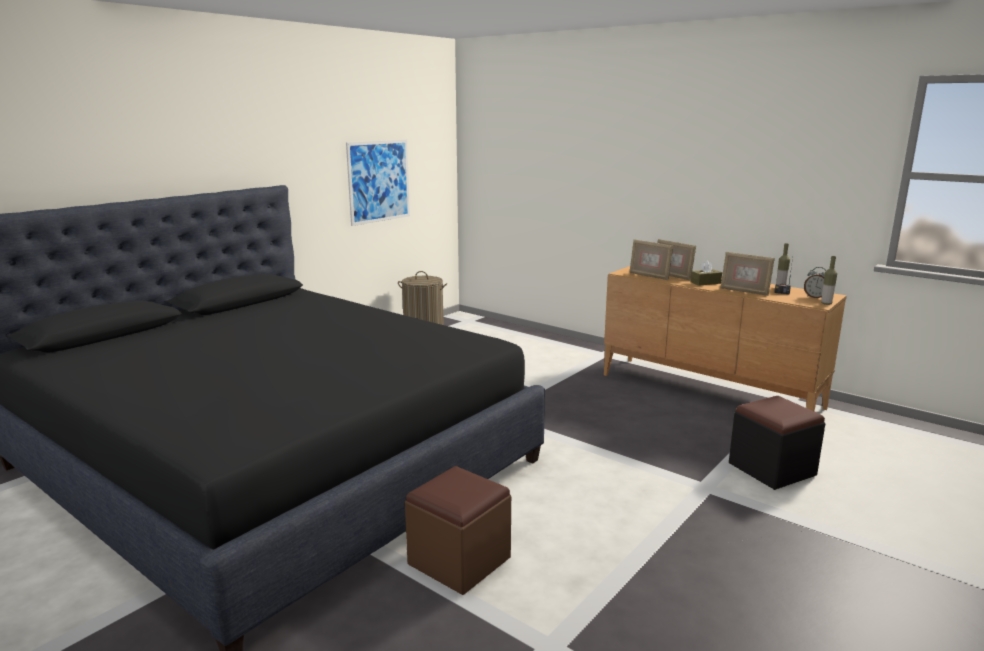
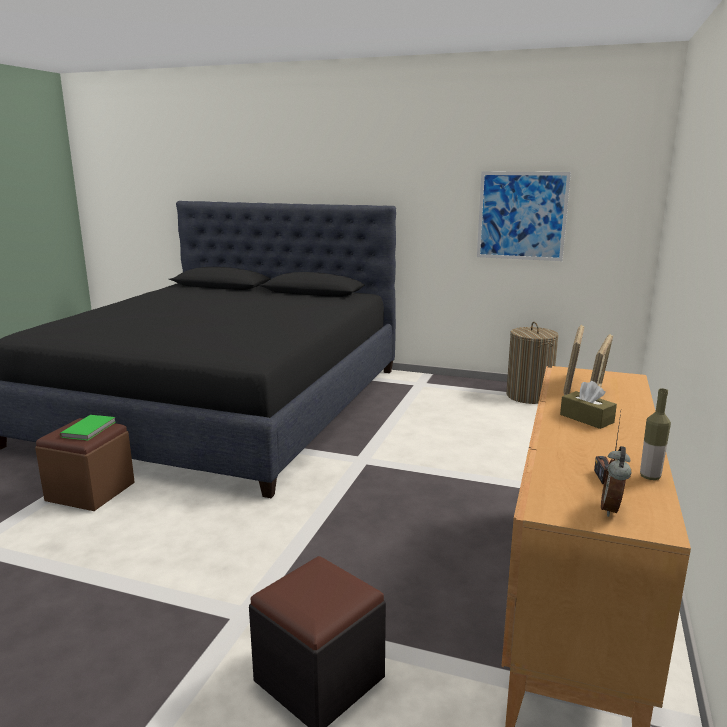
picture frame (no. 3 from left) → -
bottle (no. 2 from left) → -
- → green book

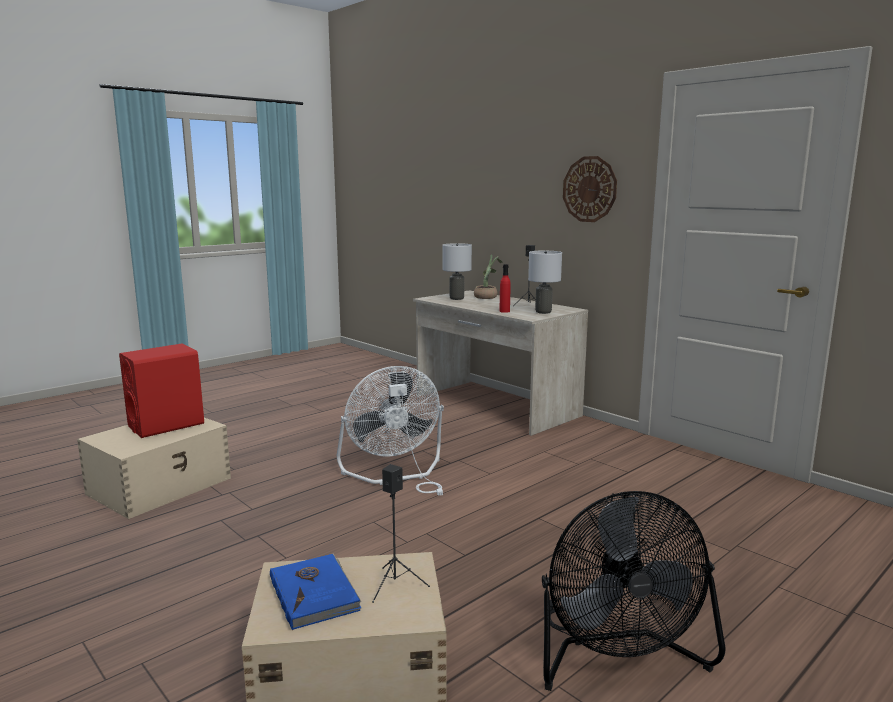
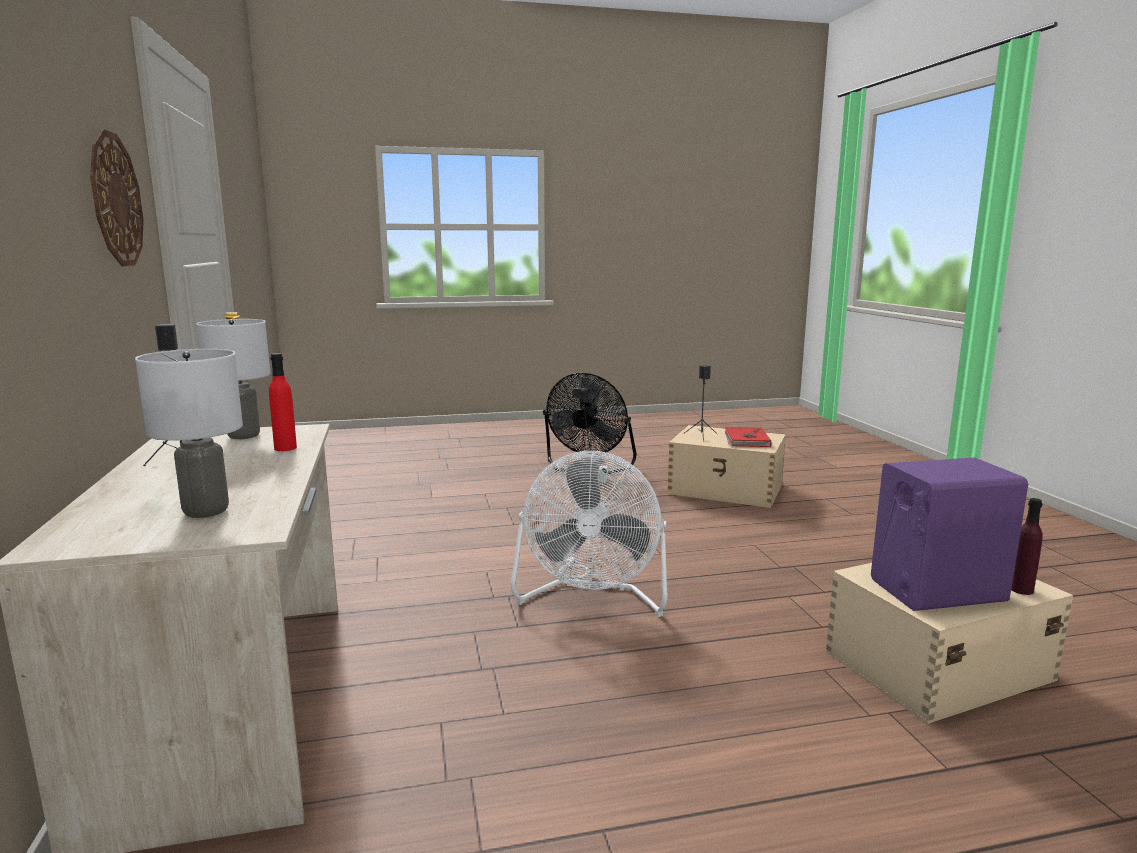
potted plant → -
- → purple bottle
red speaker → purple speaker
blue book → red book

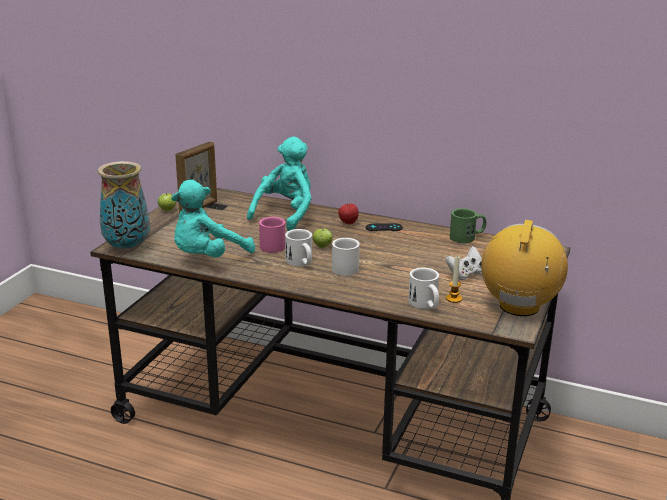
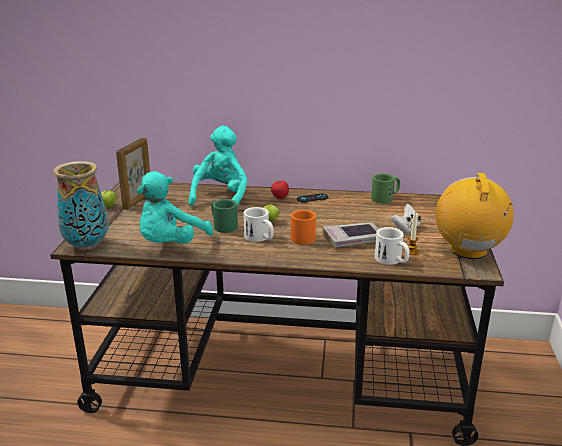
- → book
pink mug → green mug (no. 1 from left)
white mug (no. 2 from left) → orange mug

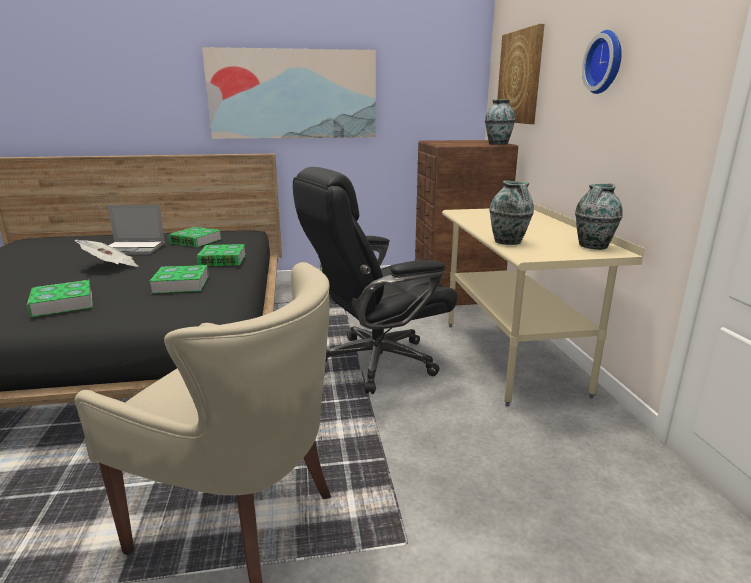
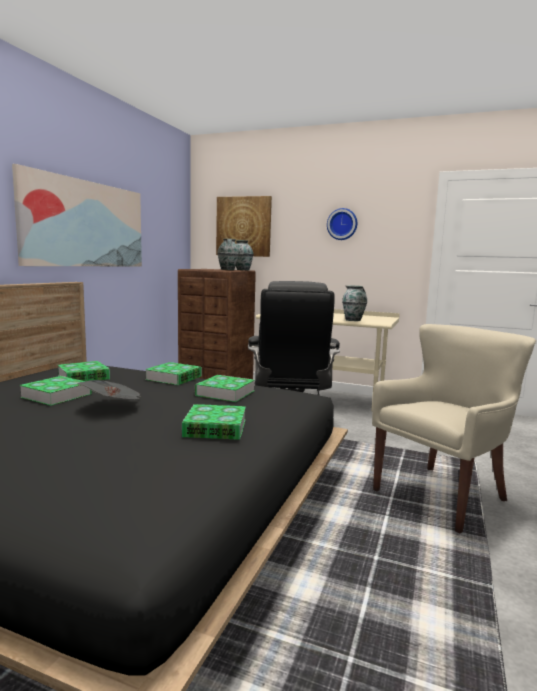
vase (no. 3 from left in the first image) → vase (no. 1 from left), relocated
laptop → book (no. 1 from left)

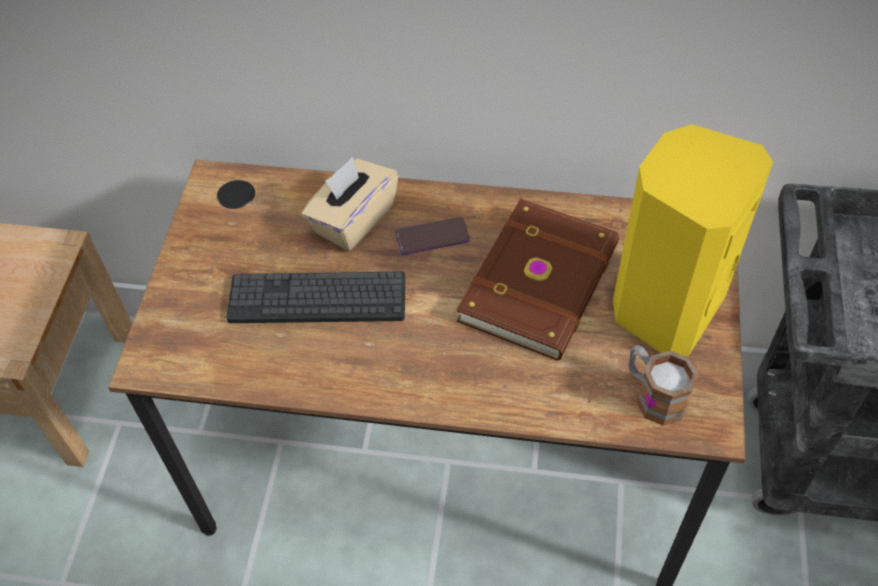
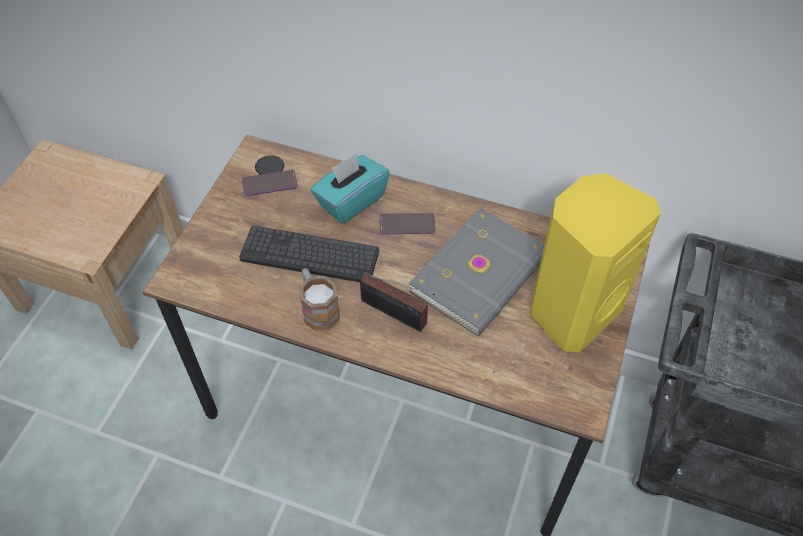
- → phone (no. 1 from left)
- → radio
mug, relocated
beige tissue box → turquoise tissue box
brown book → grey book

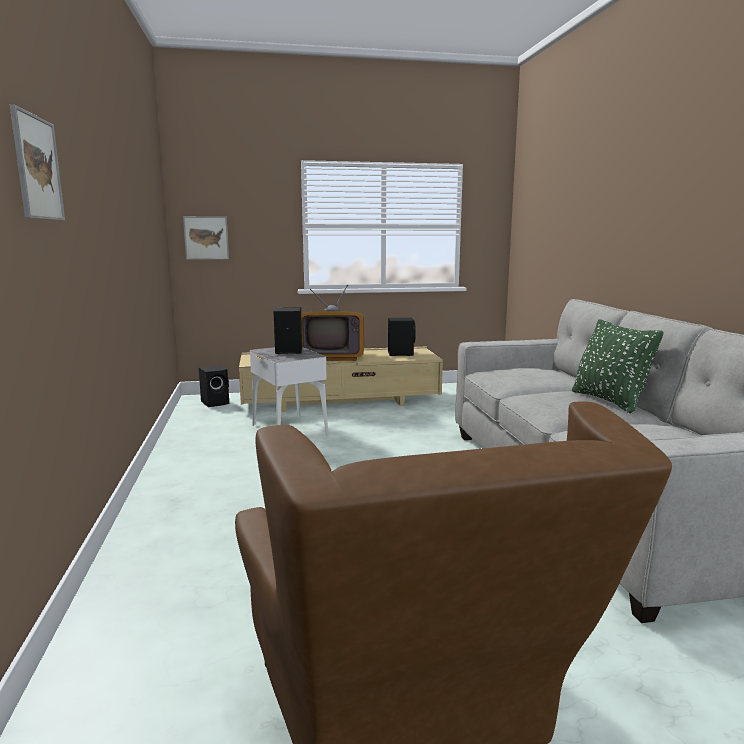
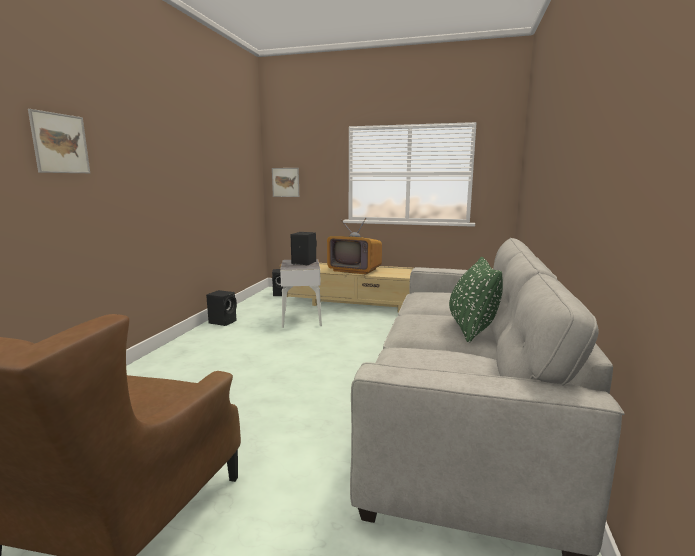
black speaker (no. 3 from left in the first image) → black speaker (no. 1 from left), relocated

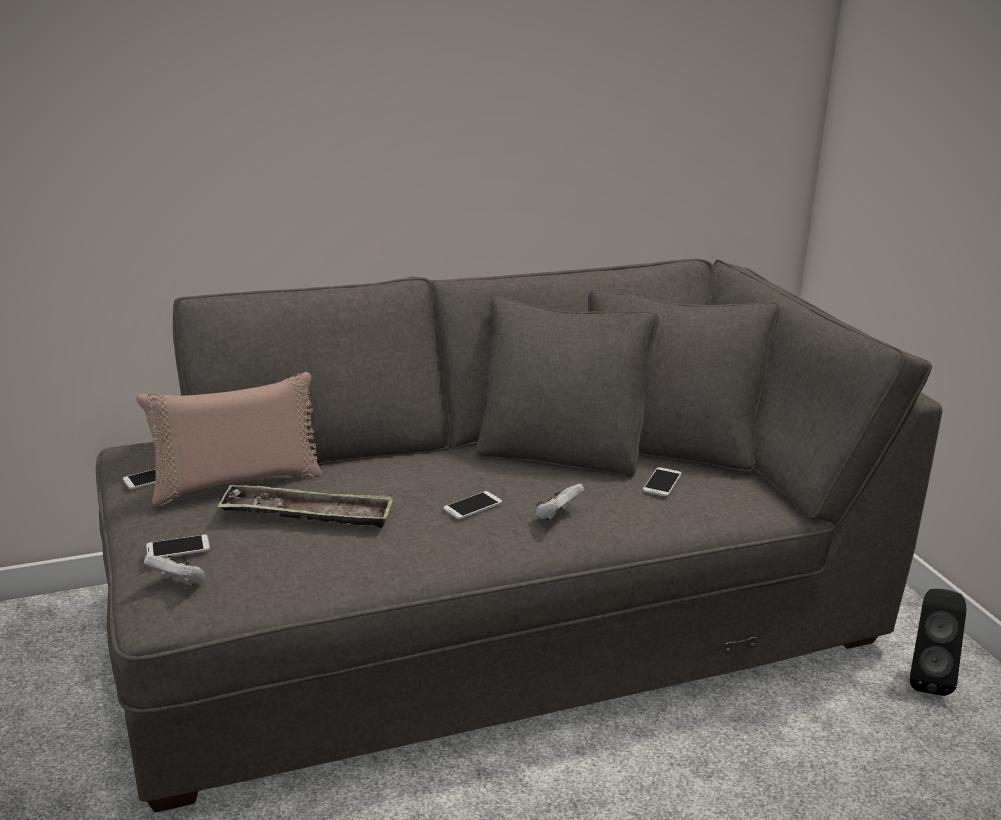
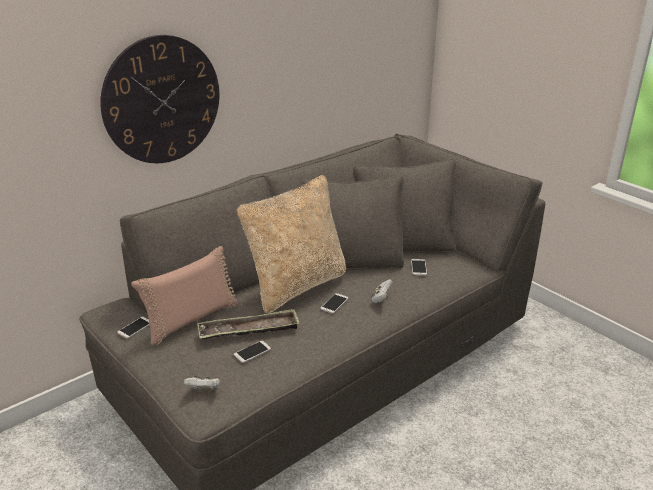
black speaker → -
- → wall clock
- → beige pillow (no. 2 from left)
phone (no. 2 from left), relocated

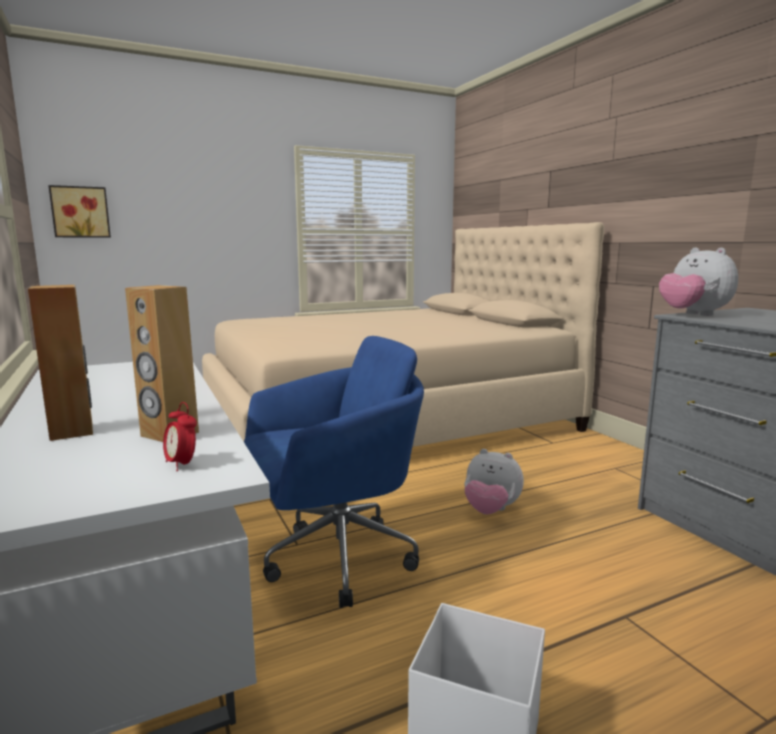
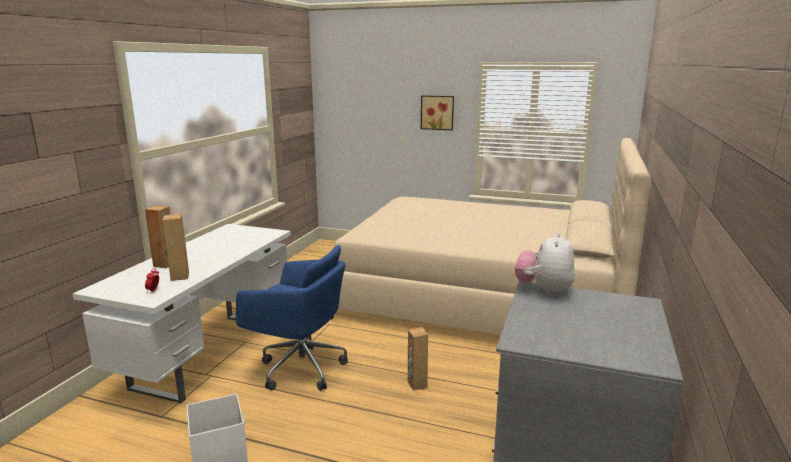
picture, relocated
plush toy (no. 1 from left) → brown speaker (no. 3 from left)

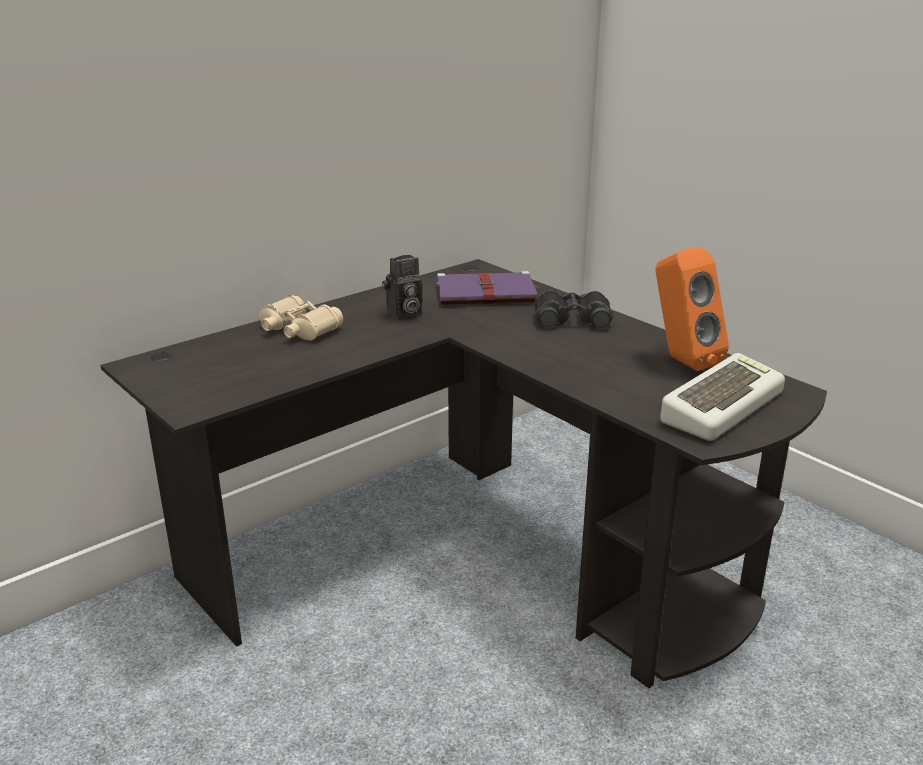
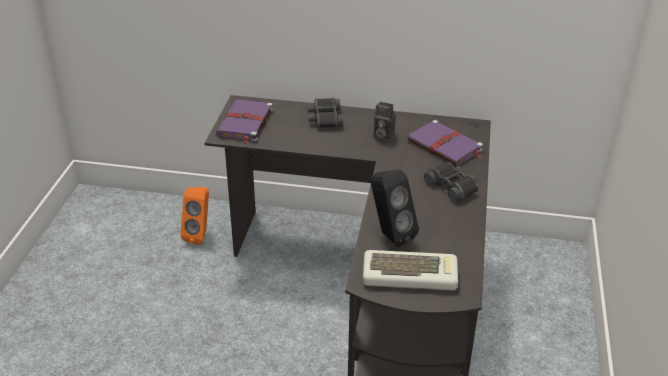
- → purple book (no. 1 from left)
- → black speaker
orange speaker, relocated
beige binoculars → black binoculars (no. 1 from left)

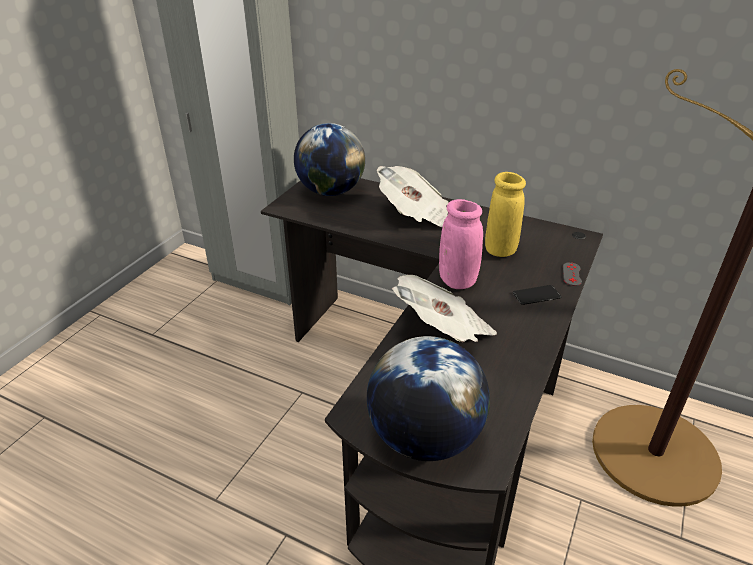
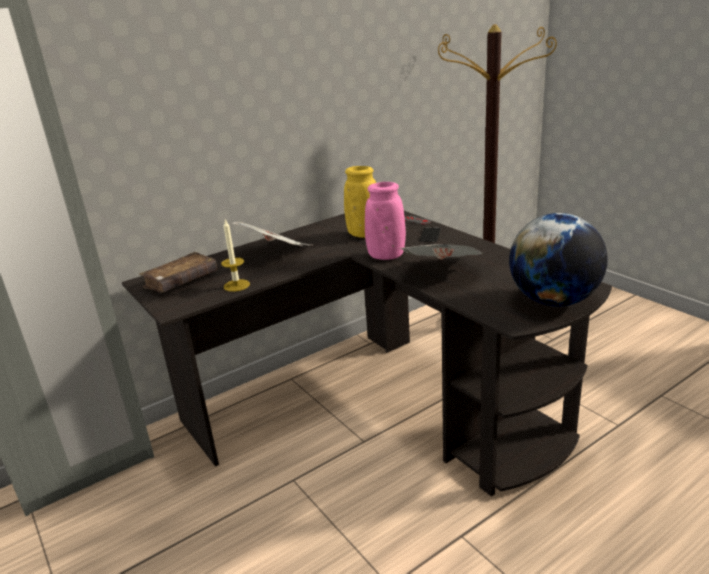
- → candle
globe (no. 1 from left) → brown book

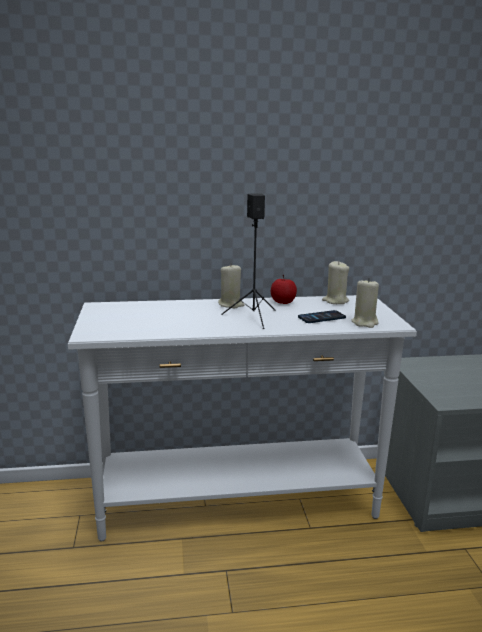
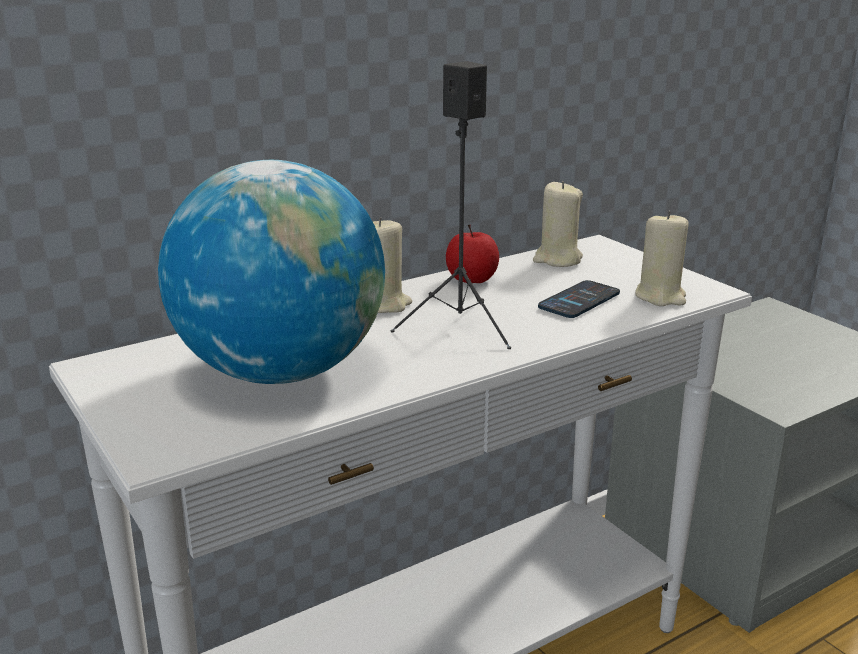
- → globe

